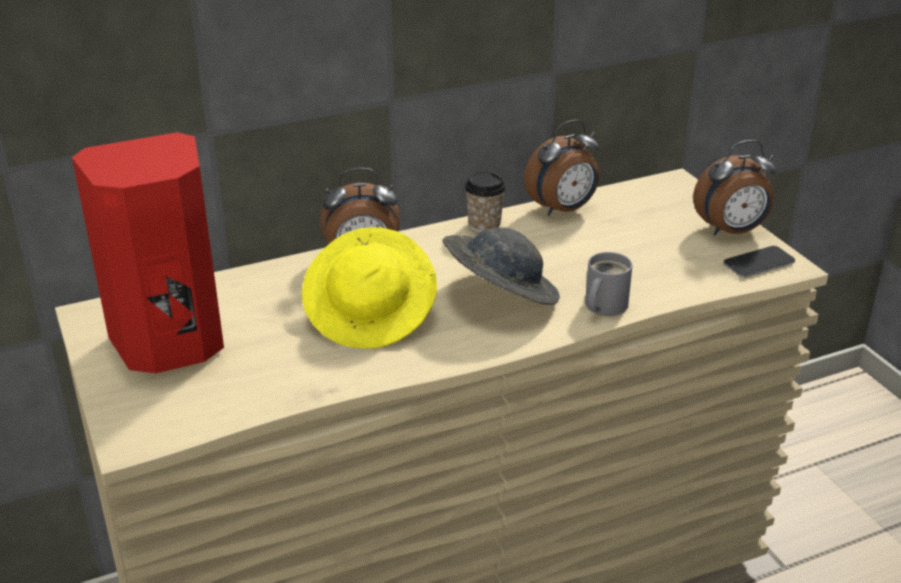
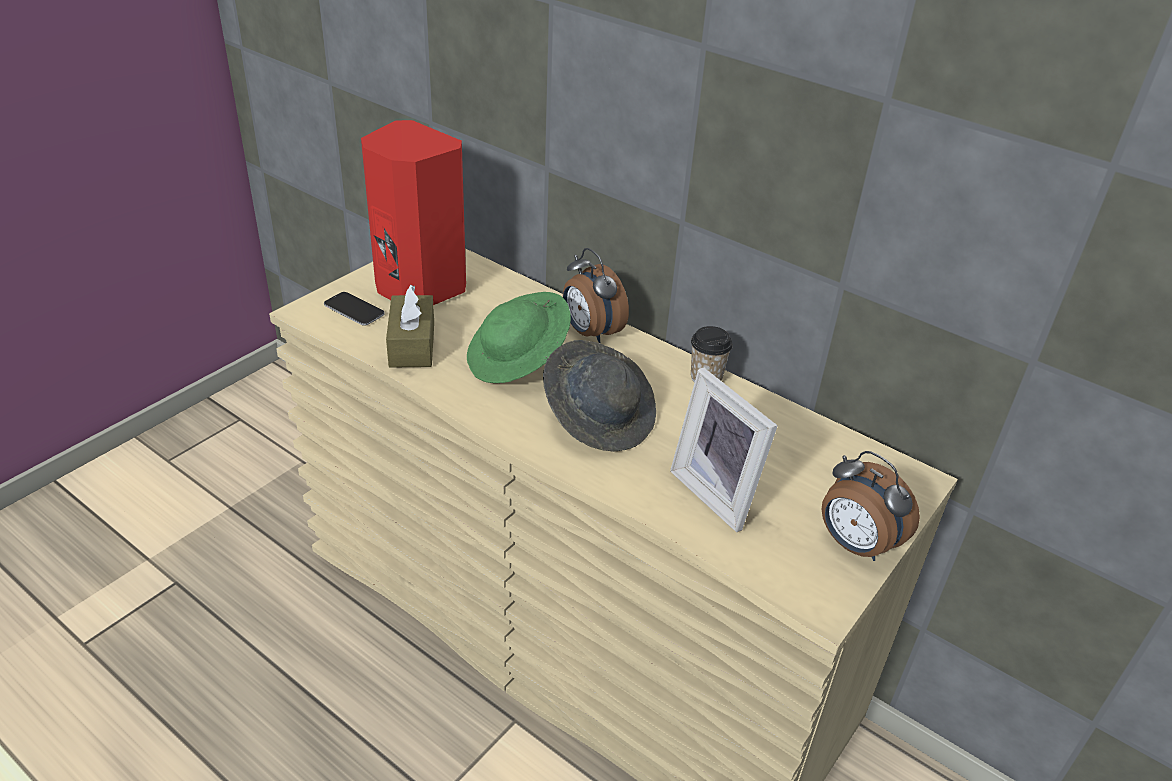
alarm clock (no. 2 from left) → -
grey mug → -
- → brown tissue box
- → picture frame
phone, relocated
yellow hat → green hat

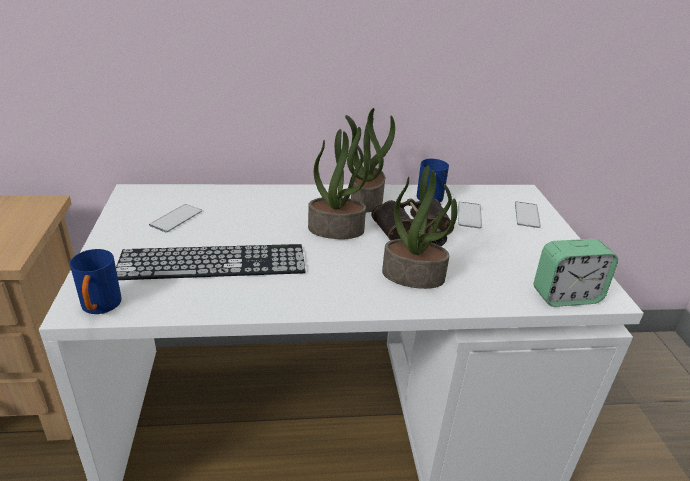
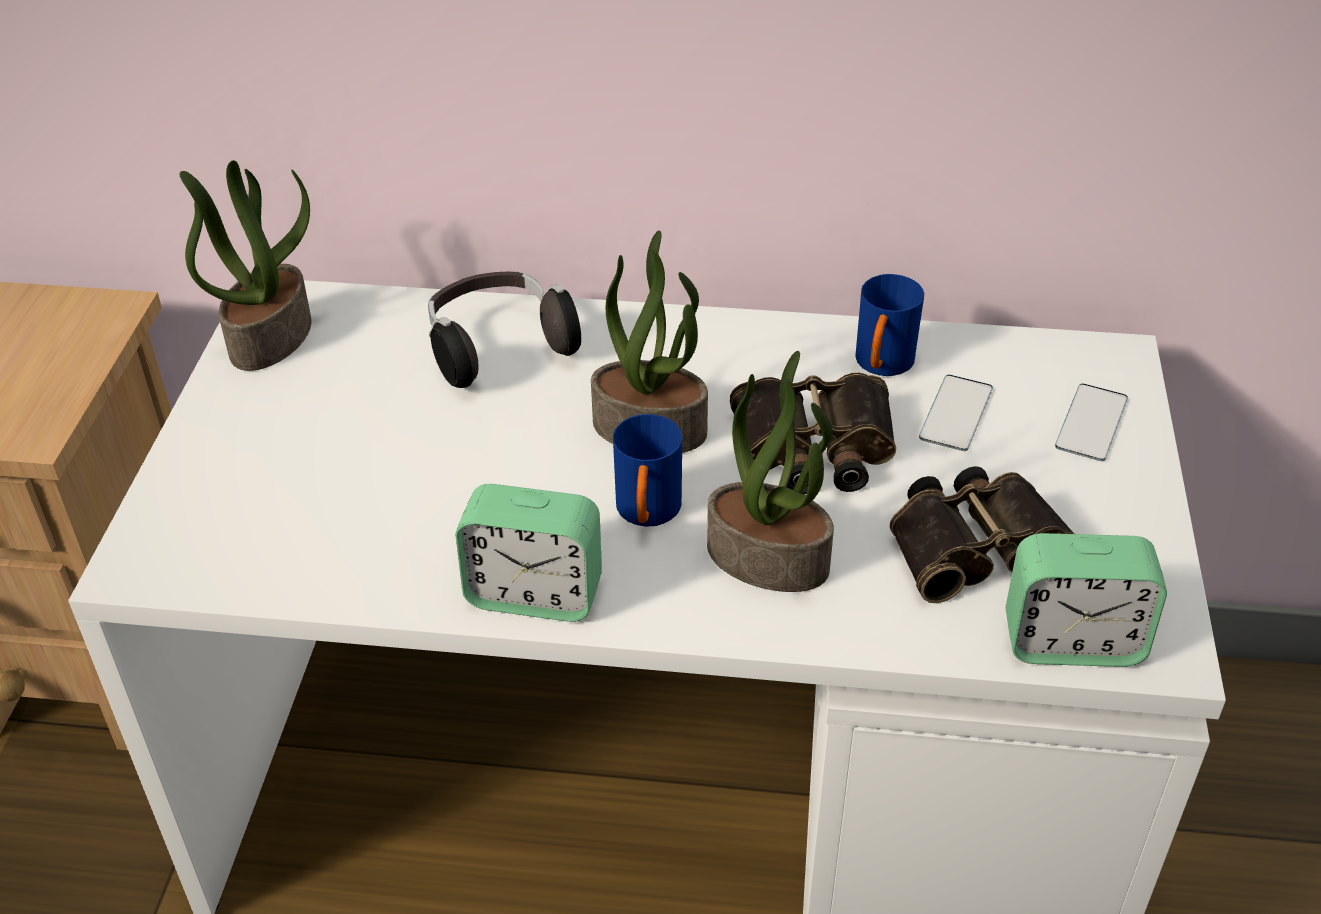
keyboard → -
phone (no. 1 from left) → -
- → headphones
- → alarm clock (no. 1 from left)
- → binoculars (no. 2 from left)
blue mug (no. 1 from left), relocated
potted plant (no. 2 from left in the first image) → potted plant (no. 1 from left), relocated

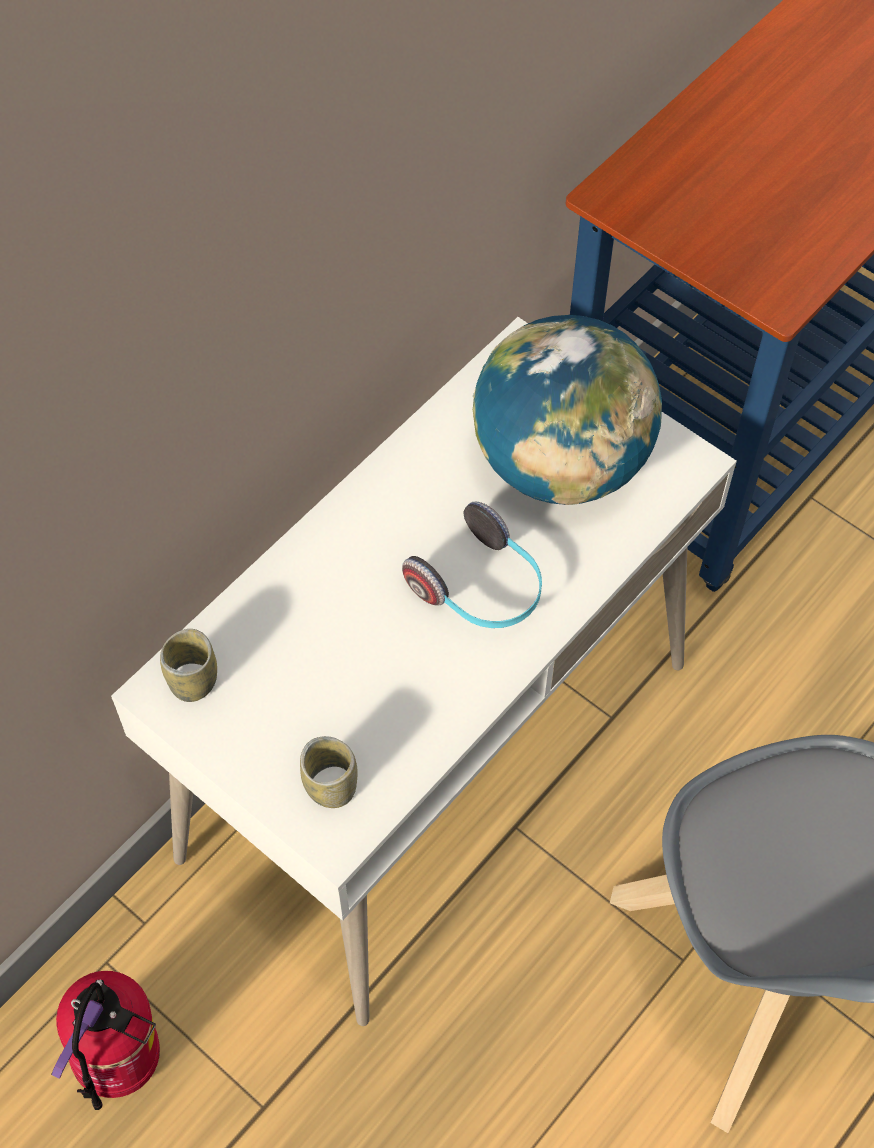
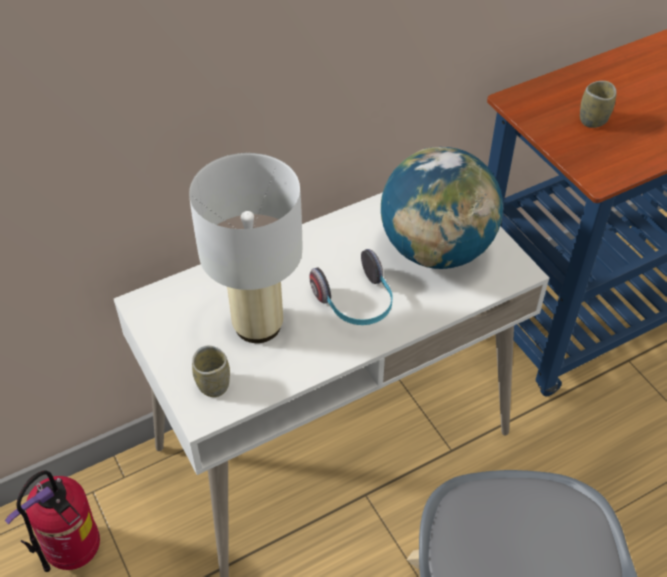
- → white table lamp
cup (no. 1 from left in the first image) → cup (no. 2 from left), relocated

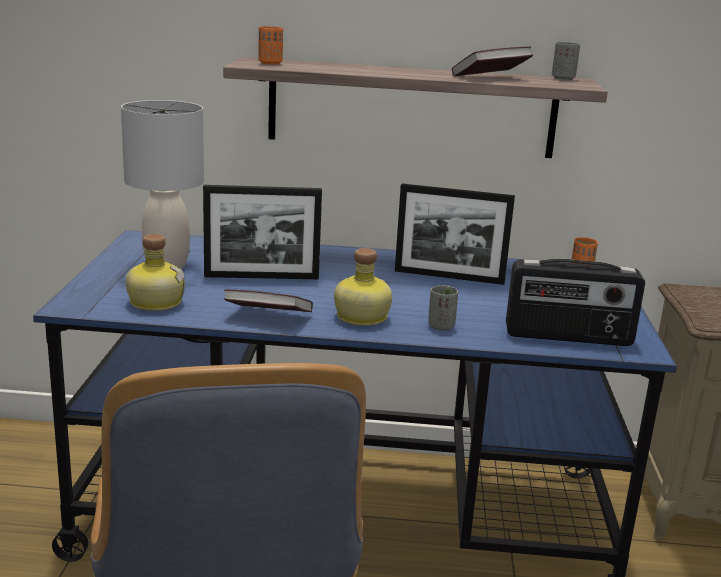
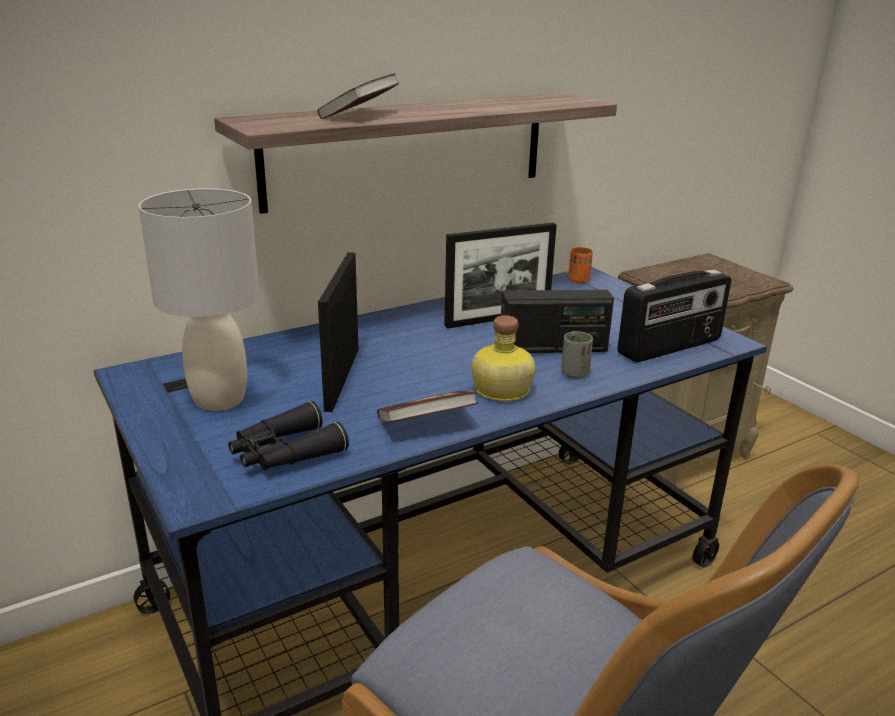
orange cup (no. 1 from left) → -
grey cup (no. 2 from left) → -
- → radio (no. 1 from left)
book (no. 2 from left in the first image) → book (no. 1 from left), relocated
bottle (no. 1 from left) → black binoculars
picture frame (no. 1 from left), 135 degrees clockwise

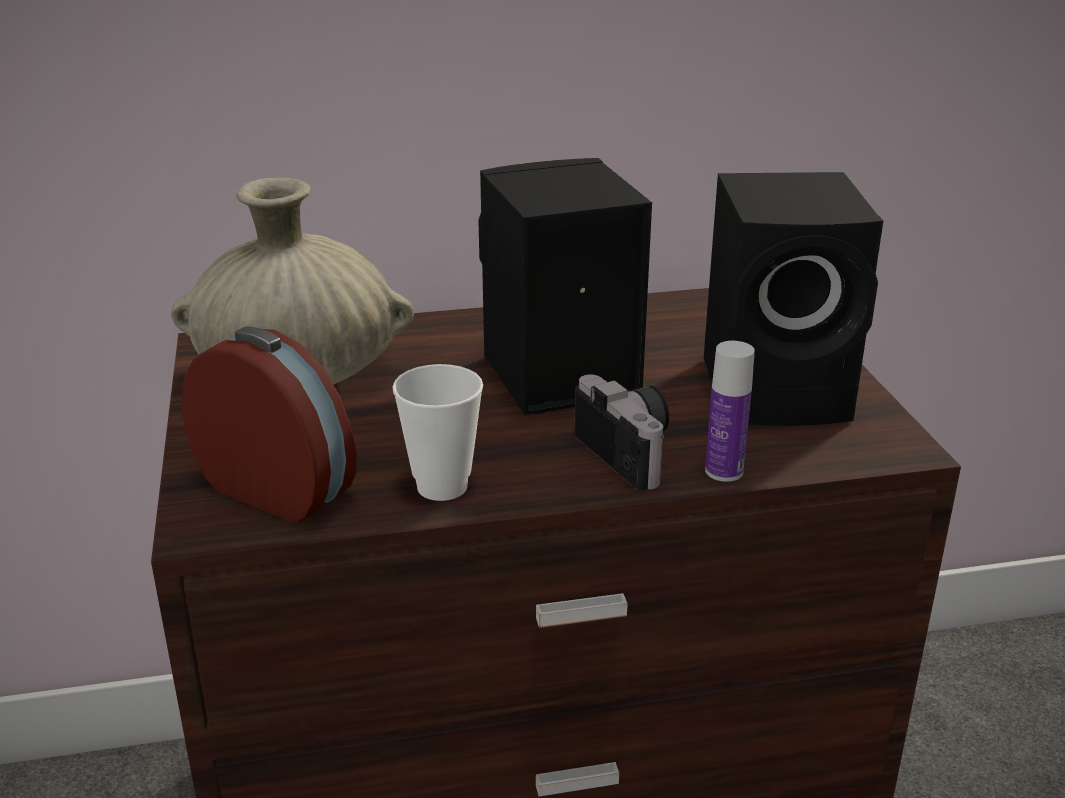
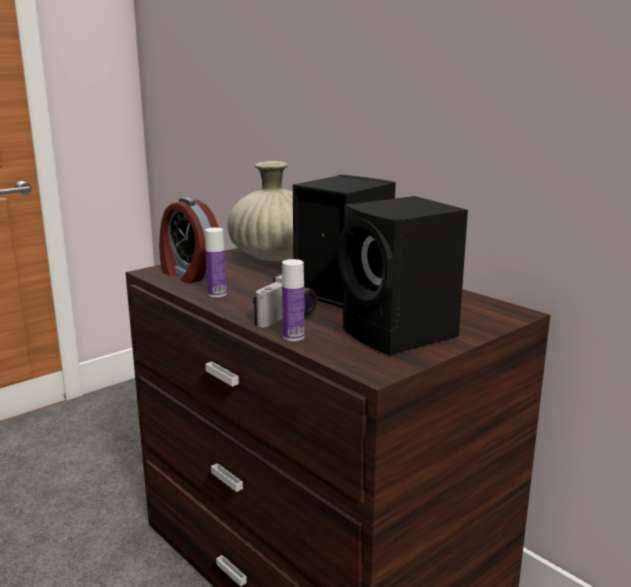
cup → bottle (no. 1 from left)
alarm clock, 135 degrees clockwise

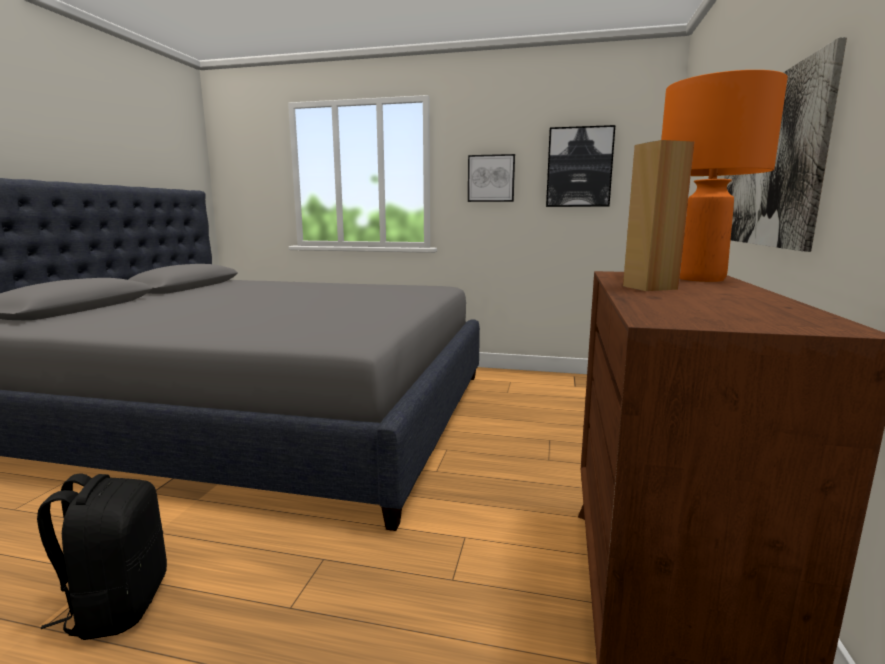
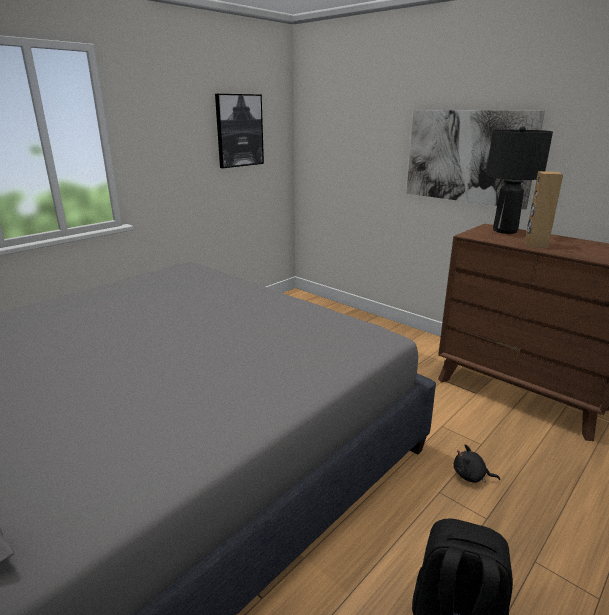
picture (no. 1 from left) → -
- → black plush toy
orange table lamp → black table lamp

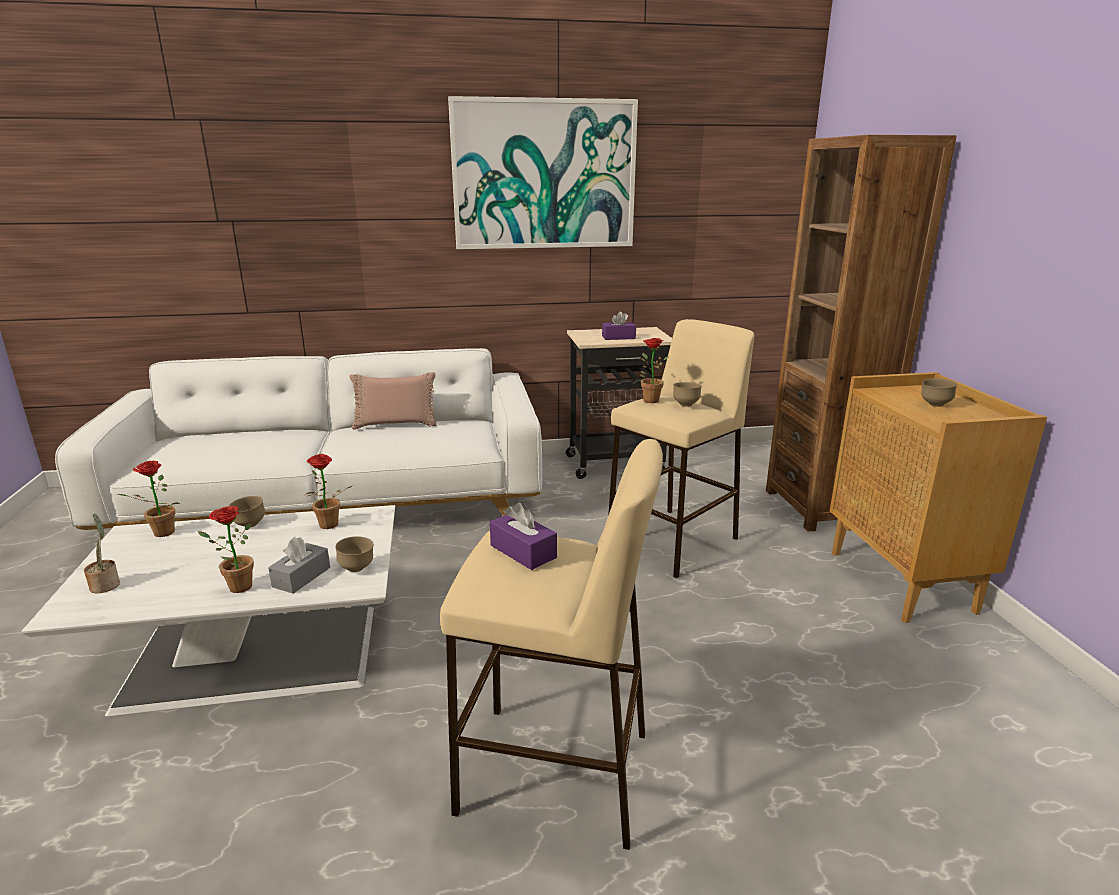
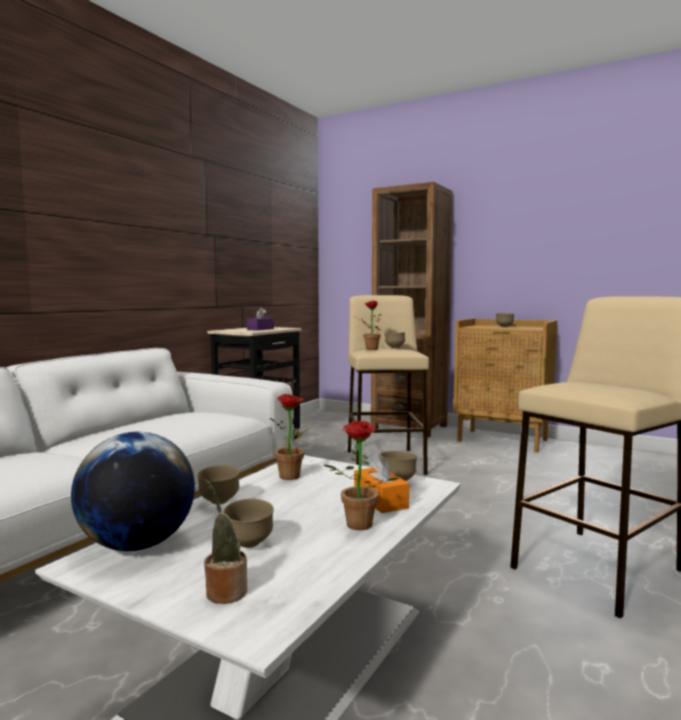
beige pillow → -
picture → -
purple tissue box (no. 1 from left) → -
- → brown bowl (no. 2 from left)
potted plant (no. 2 from left) → globe
grey tissue box → orange tissue box

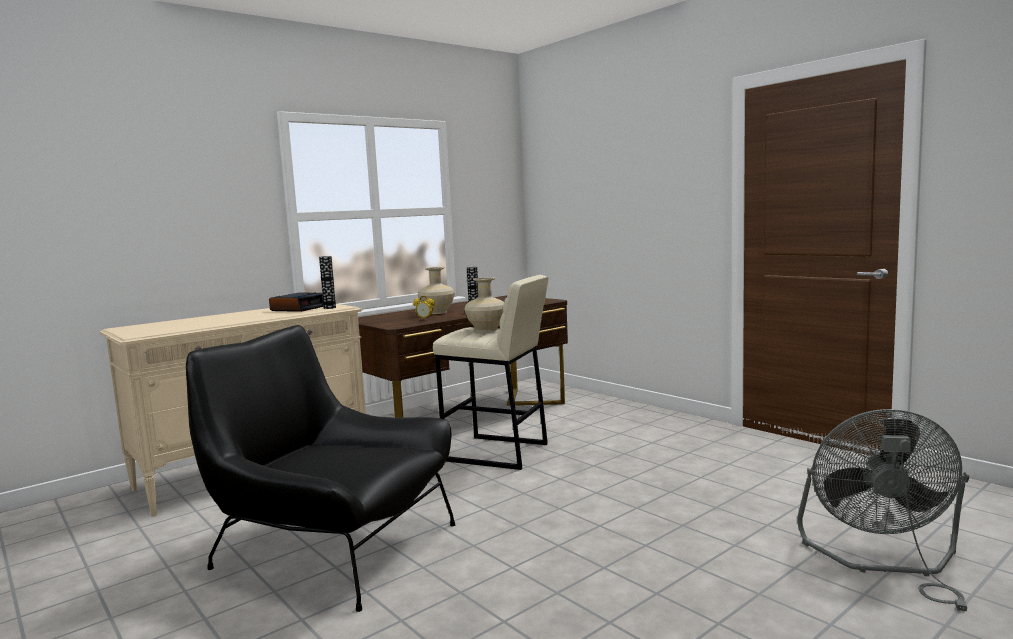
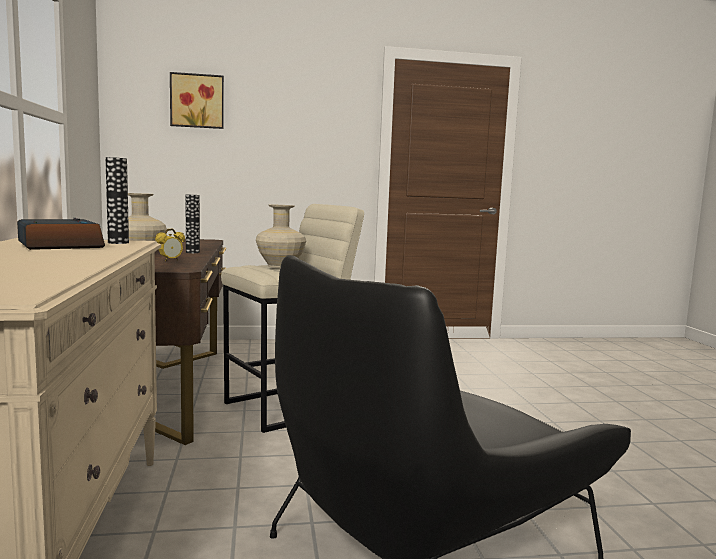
grey fan → -
- → picture

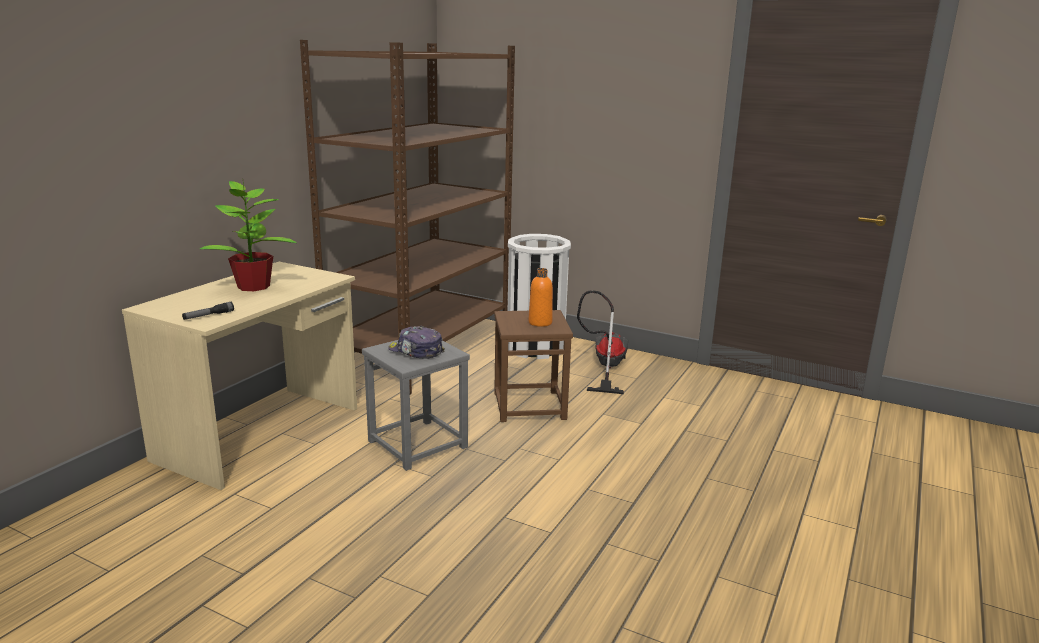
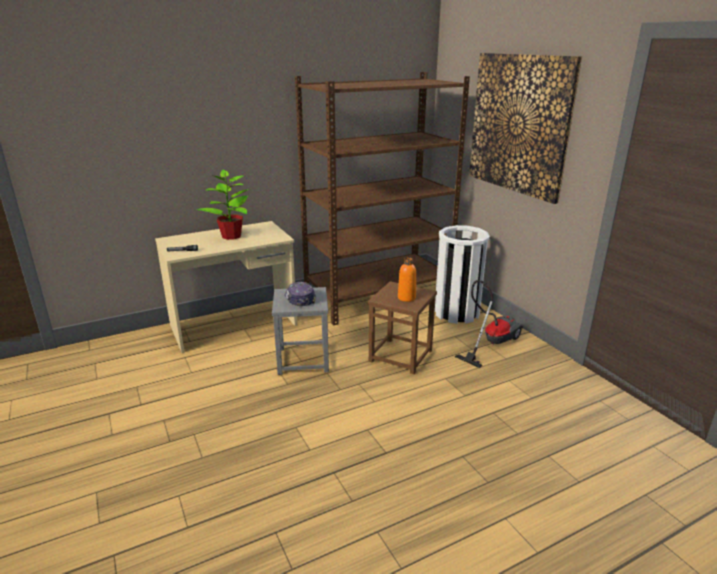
- → picture

